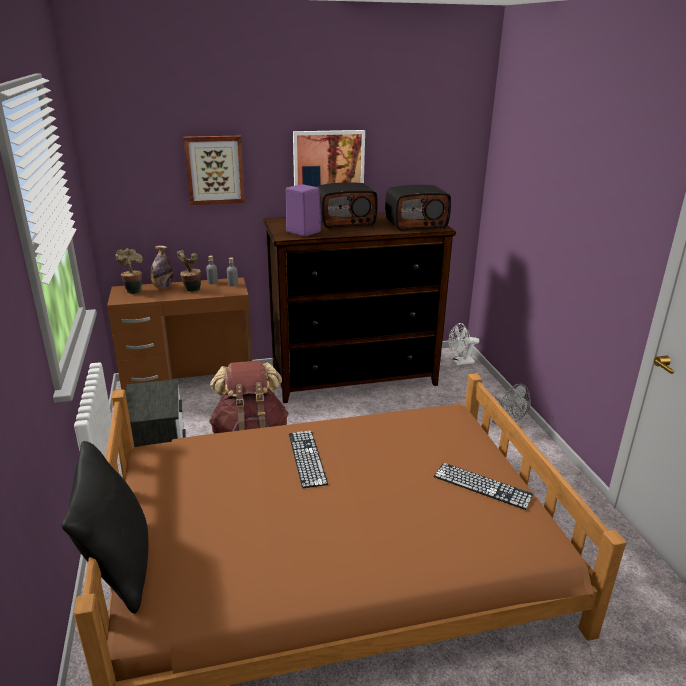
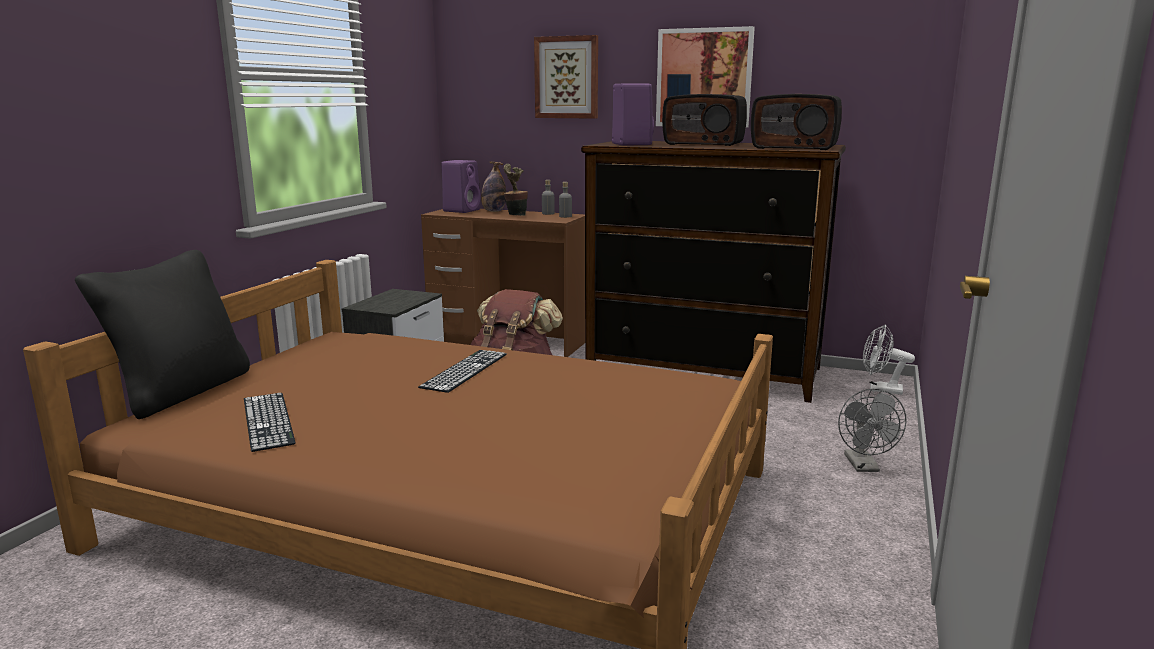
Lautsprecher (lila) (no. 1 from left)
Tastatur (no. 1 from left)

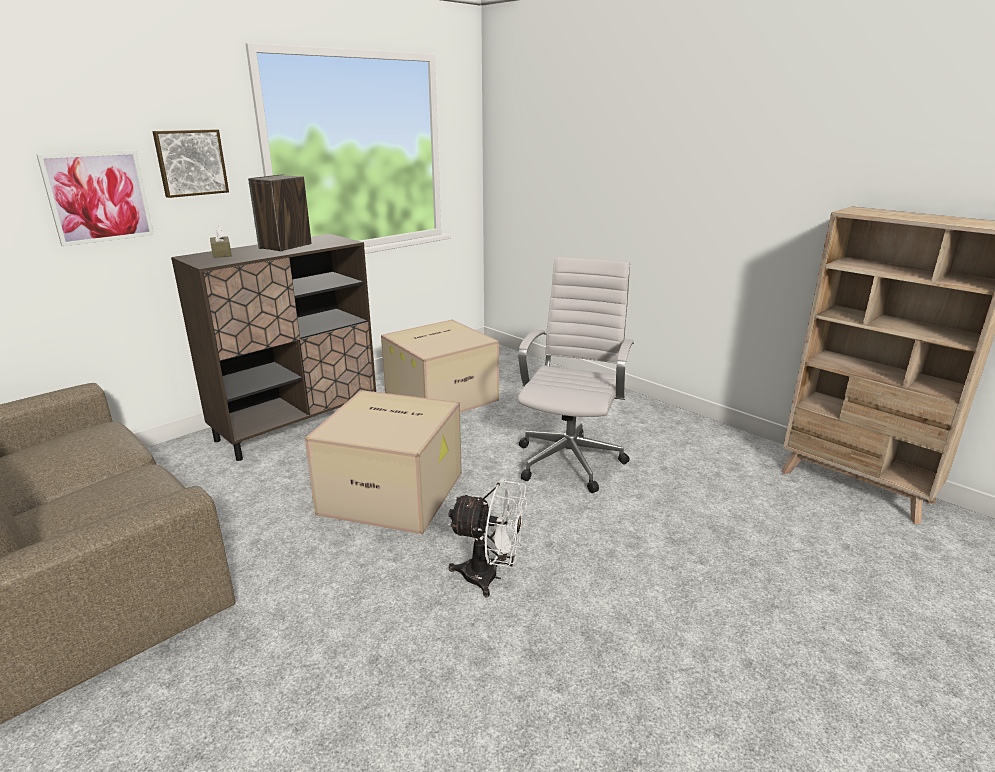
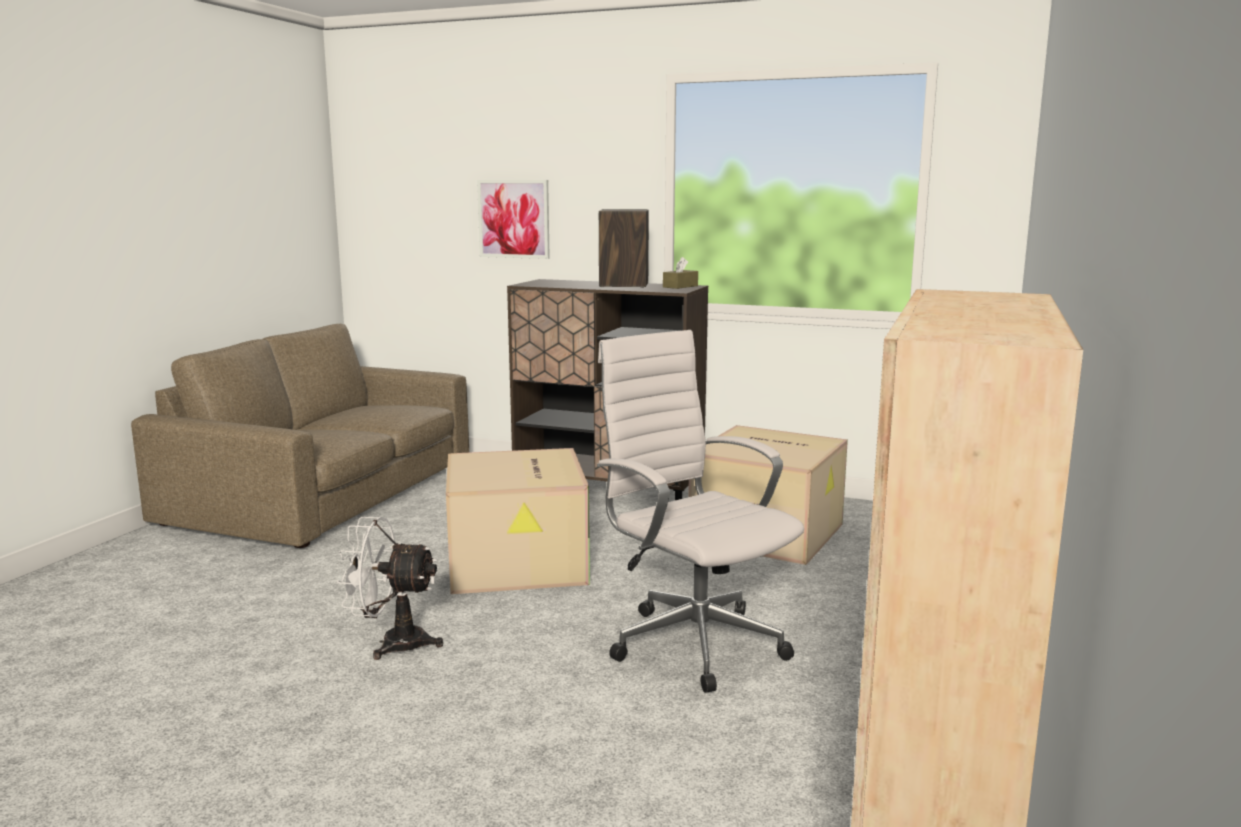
Bild (no. 2 from left in the first image)
Taschentuchbox (braun)
Ventilator (weiß)
Bürostuhl (weiß)

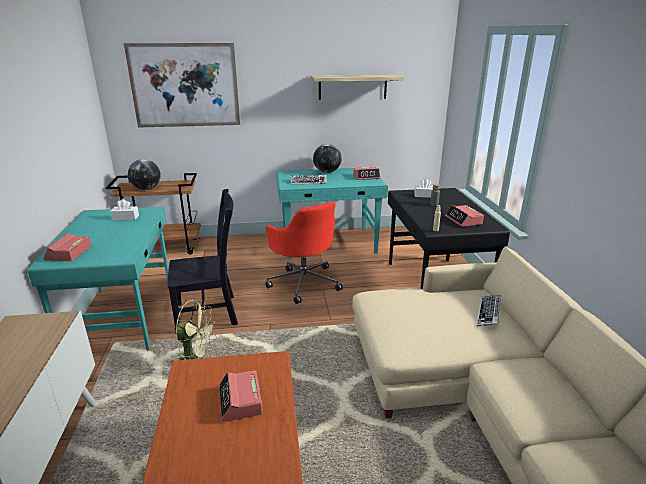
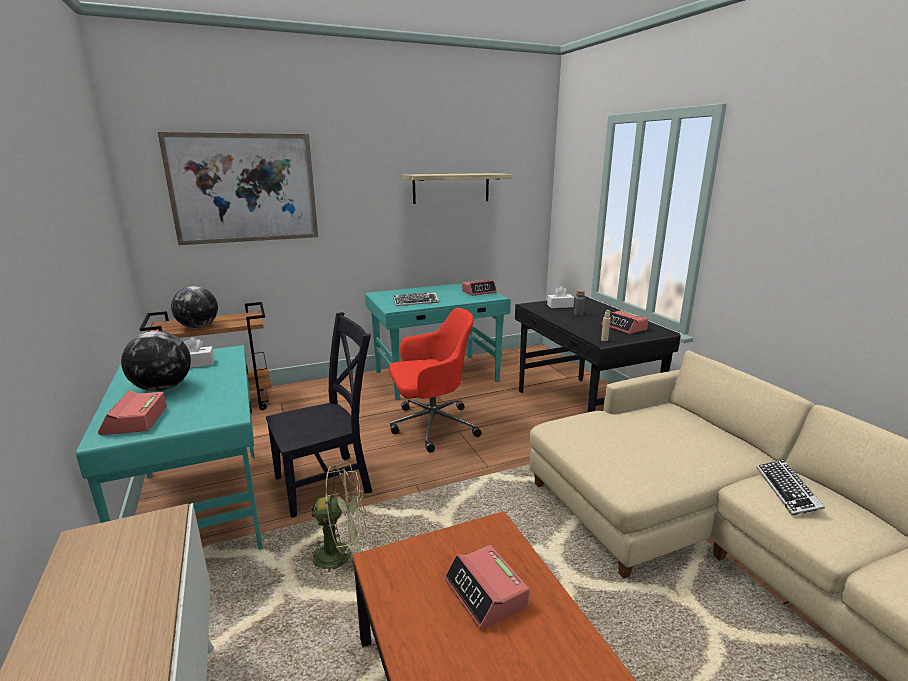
Bürostuhl (rot)
Globus (no. 1 from left)
Tastatur (no. 2 from left)

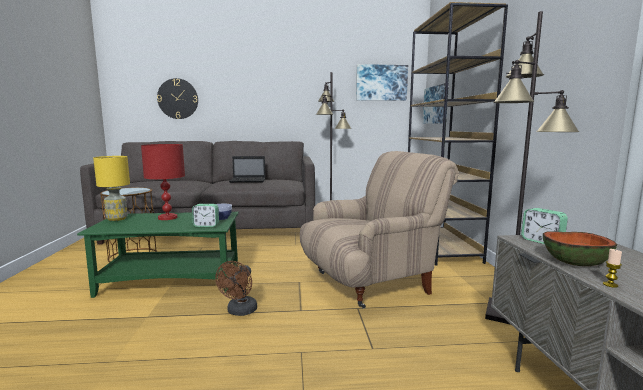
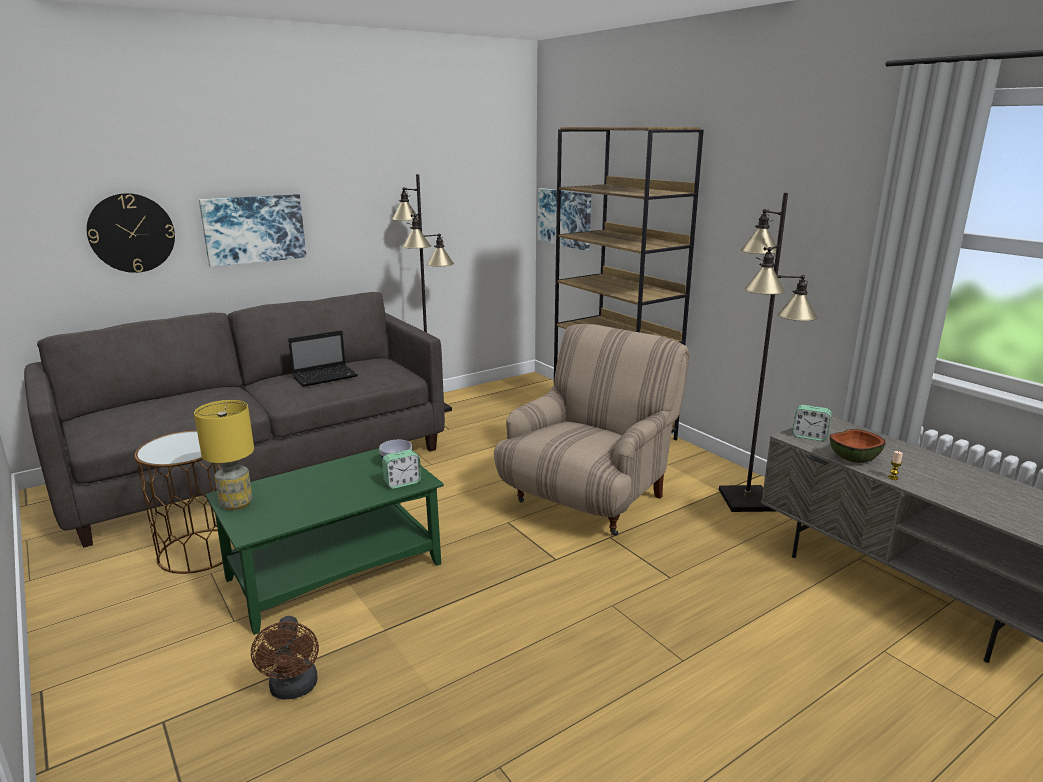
Tischlampe (rot)
Ventilator (braun)
Bild (no. 1 from left)

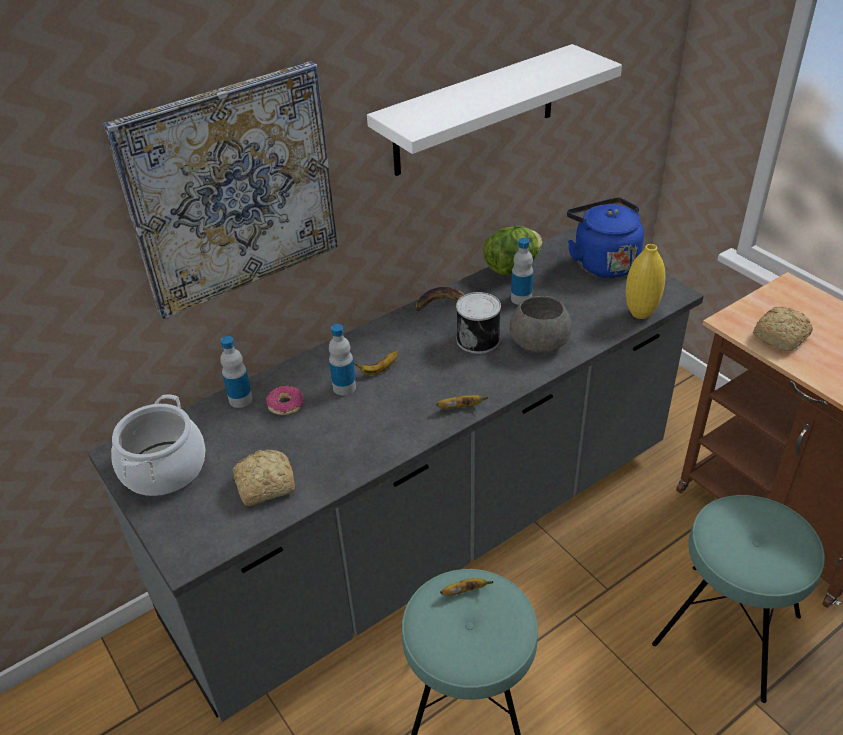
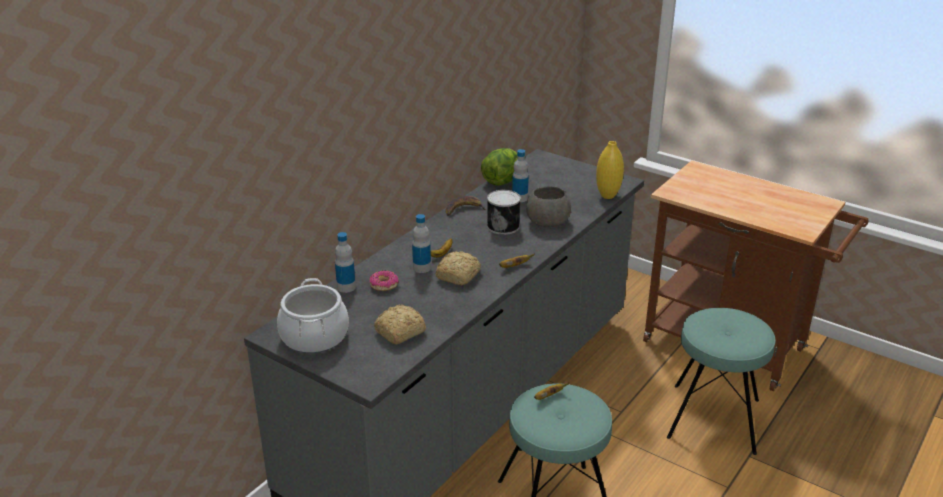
Bild
Wandregal (weiß)
Wasserkessel (blau)
Brot (no. 2 from left)

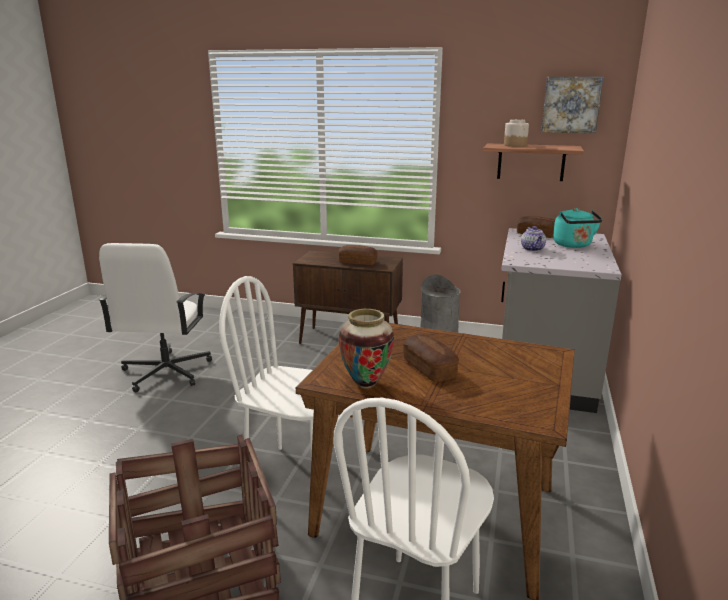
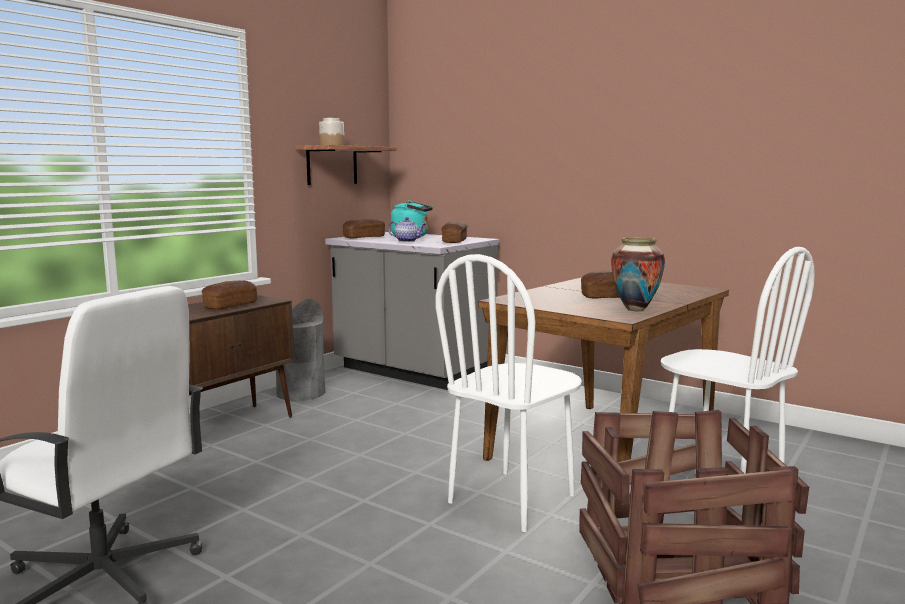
Bild
Brot (no. 3 from left)

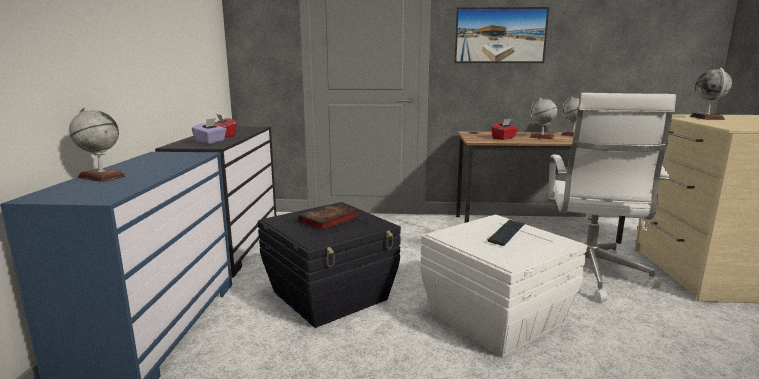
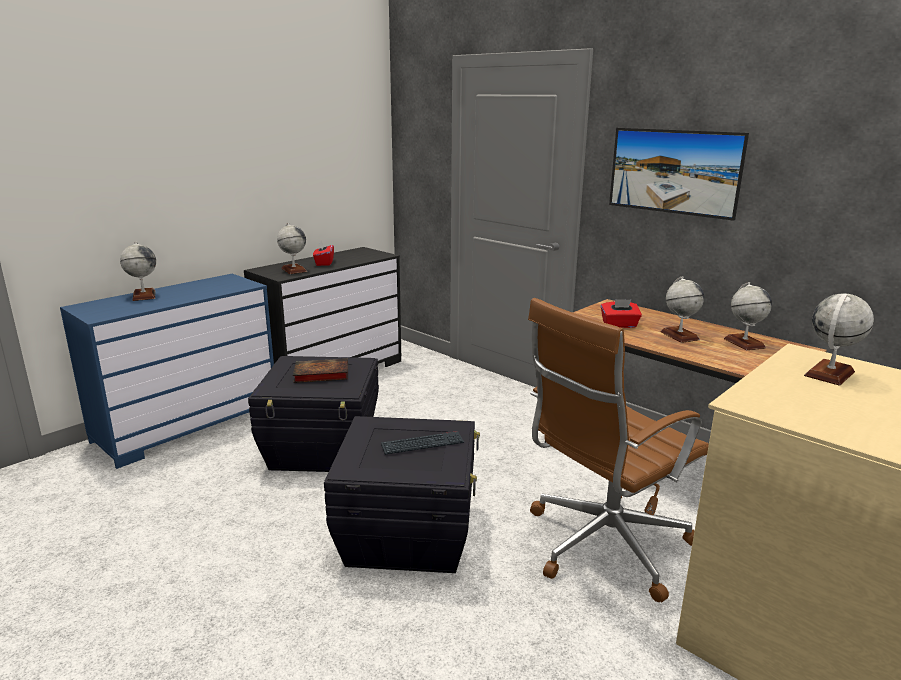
Globus (no. 2 from left)
Aufbewahrungsbox (schwarz) (no. 2 from left)
Bürostuhl (braun)

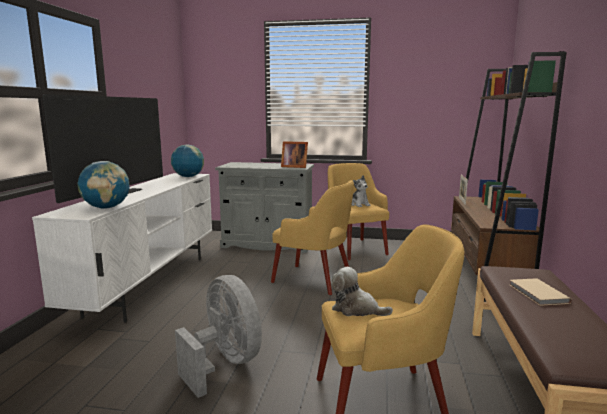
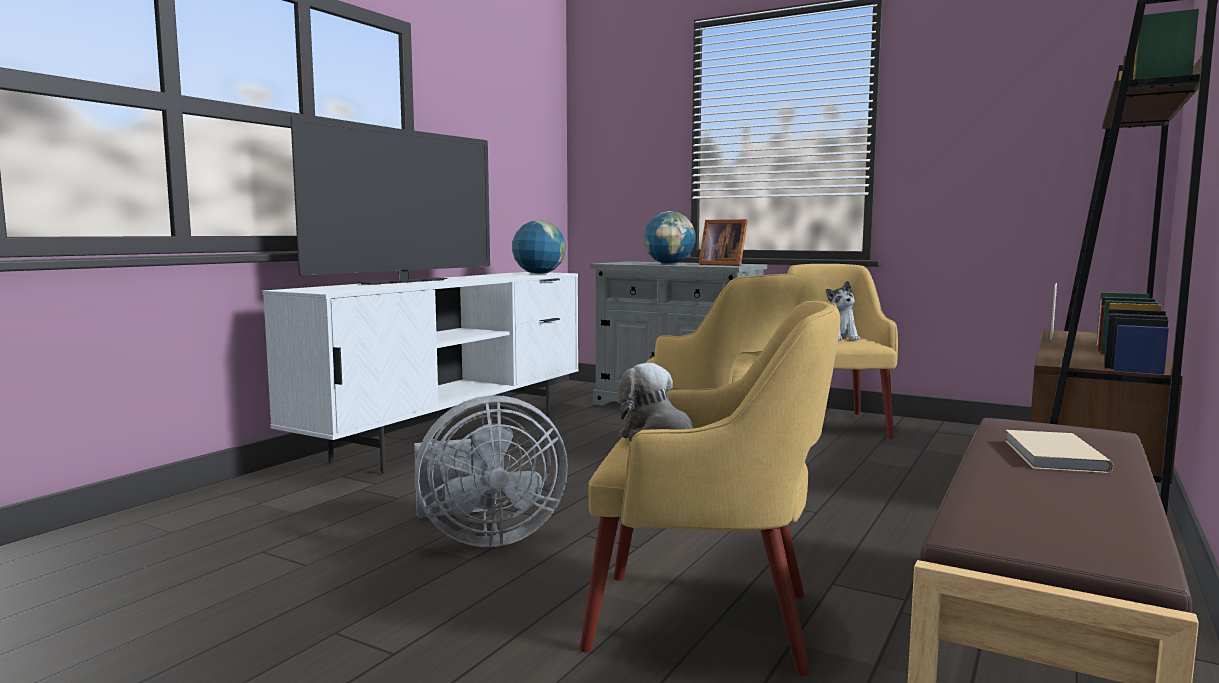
Globus (no. 2 from left)
Ventilator (grau)

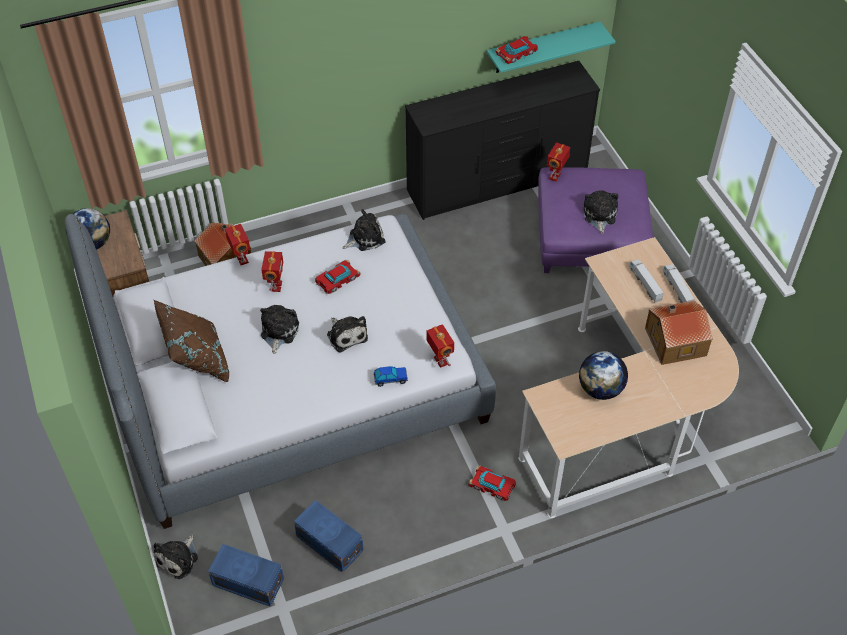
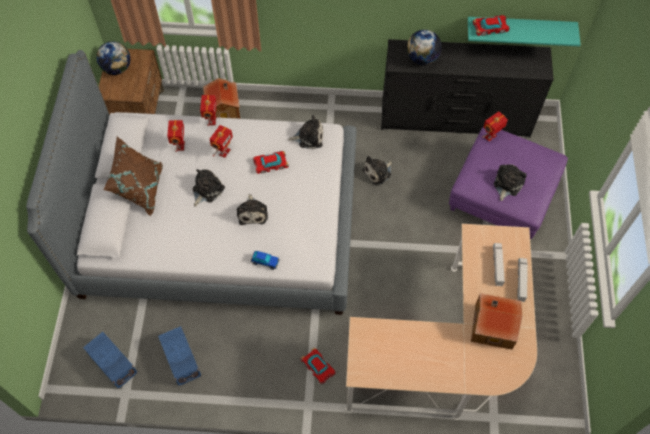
Plüschtier (no. 4 from left)
Spielzeugroboter (no. 1 from left)
Globus (no. 2 from left)

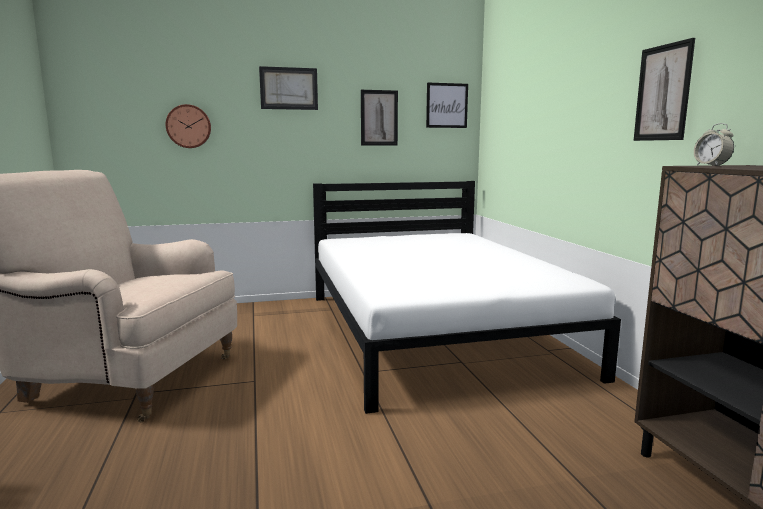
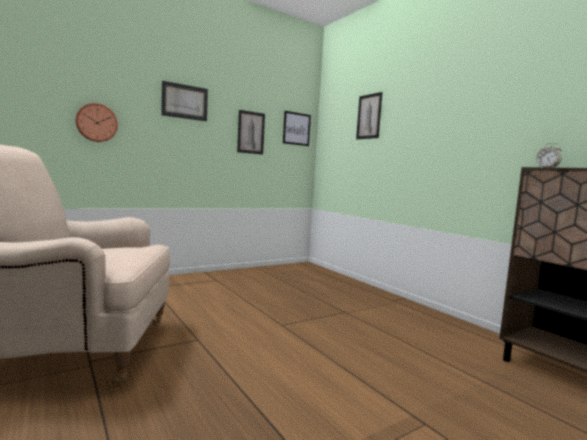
Bett (weiß)
Bild (no. 4 from left)

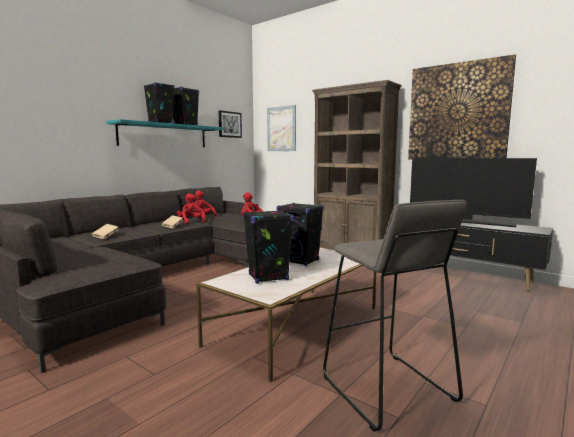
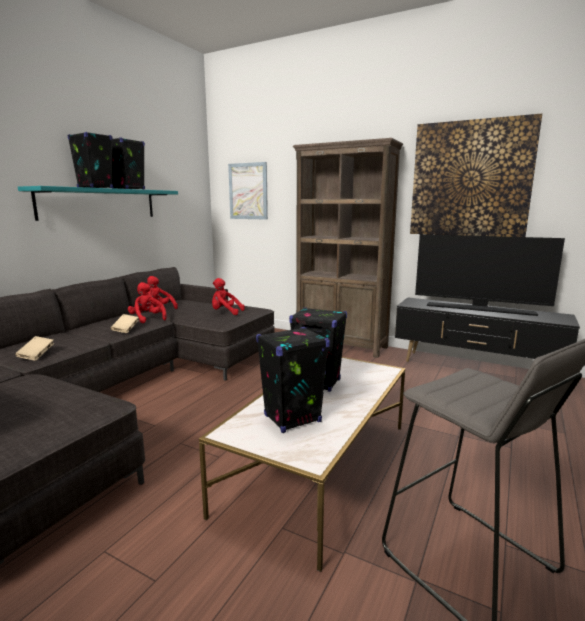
Bild (no. 1 from left in the first image)

